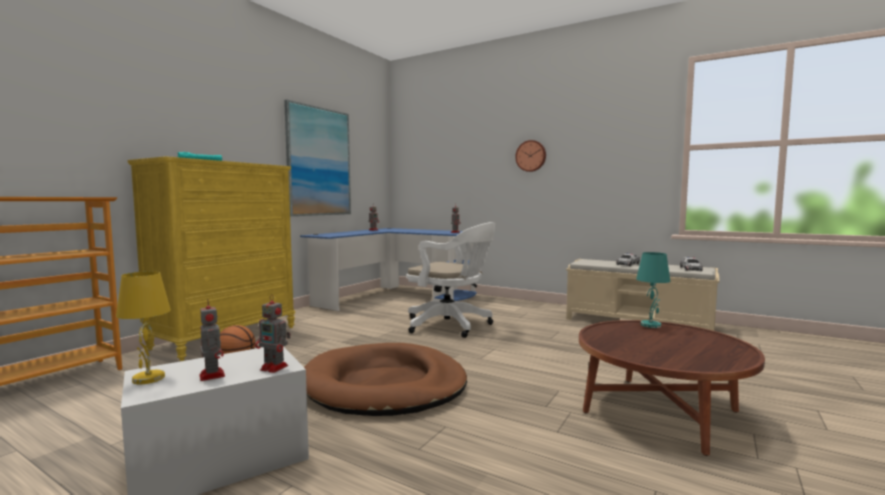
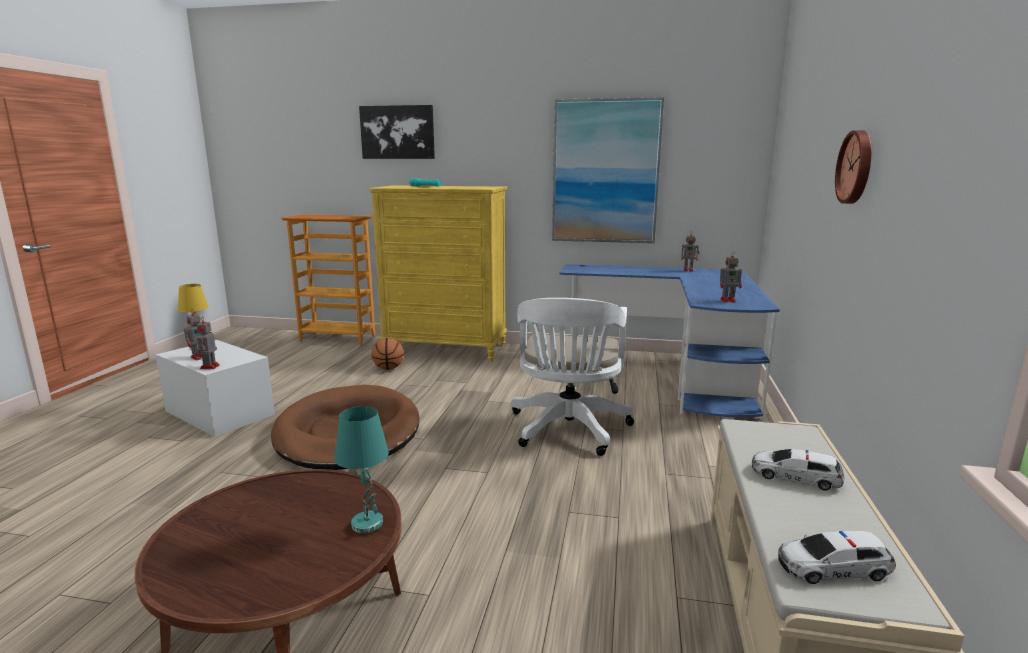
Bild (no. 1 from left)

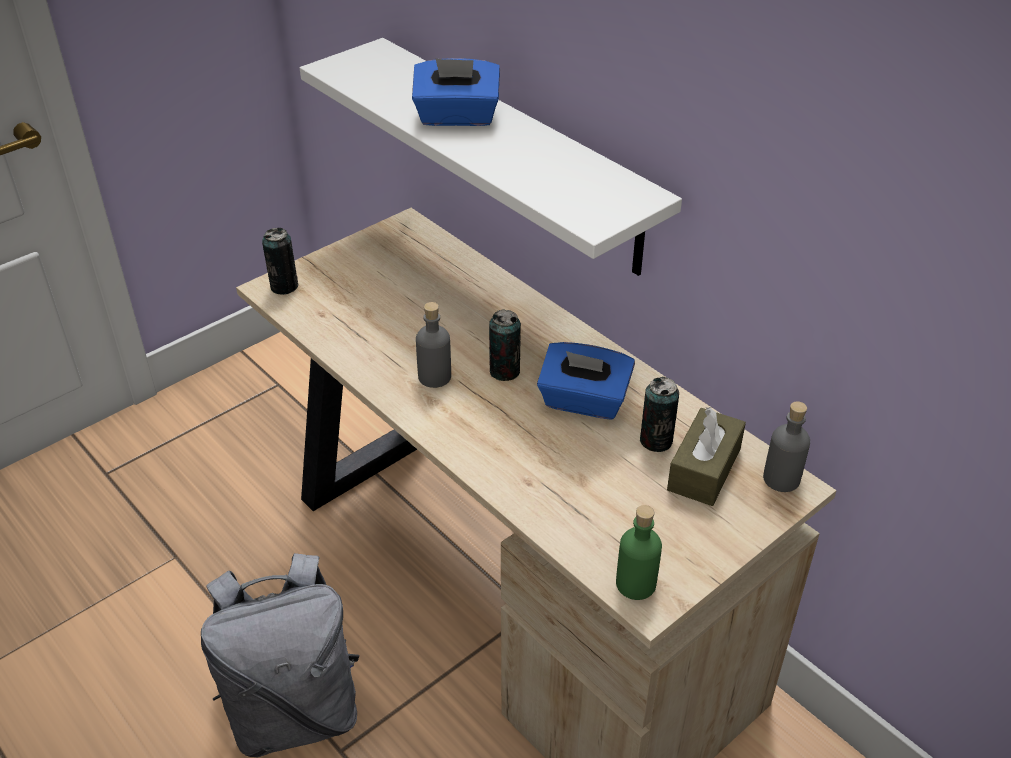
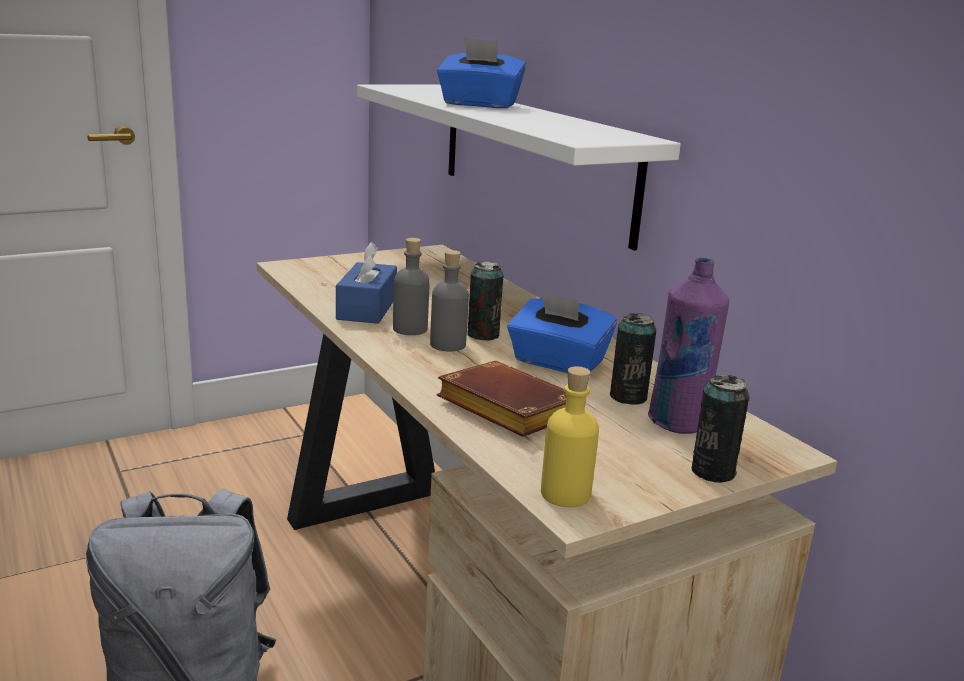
Dose (no. 3 from left)
Flasche (gelb)
Flasche (lila)
Flasche (grau) (no. 2 from left)
Taschentuchbox (blau) (no. 1 from left)
Buch (braun)

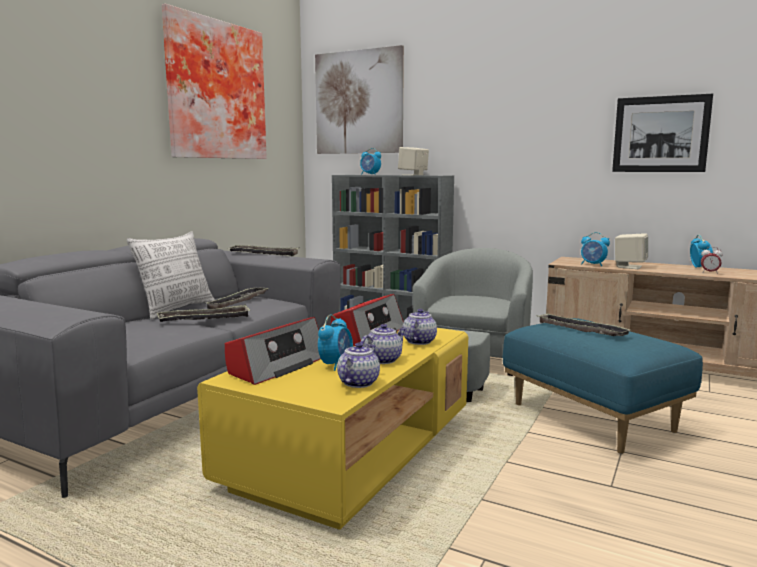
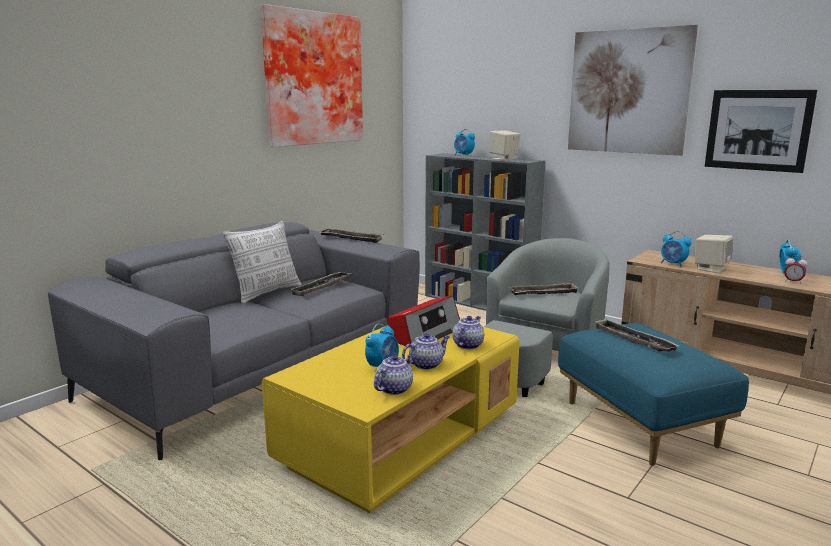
Tablett (no. 3 from left)
Radio (no. 1 from left in the first image)
Bild (no. 2 from left)

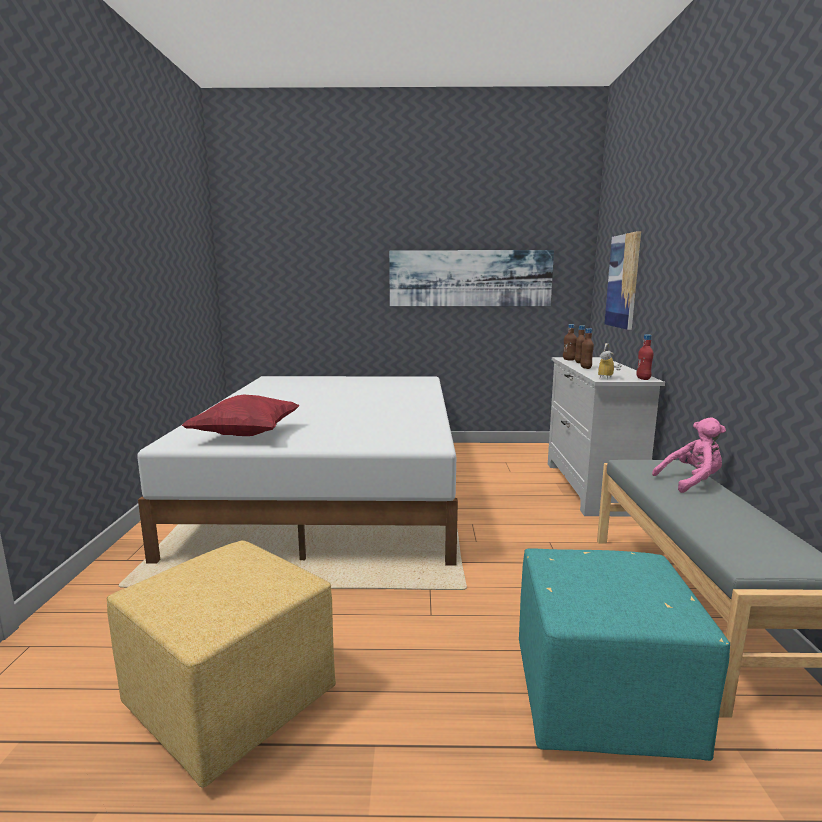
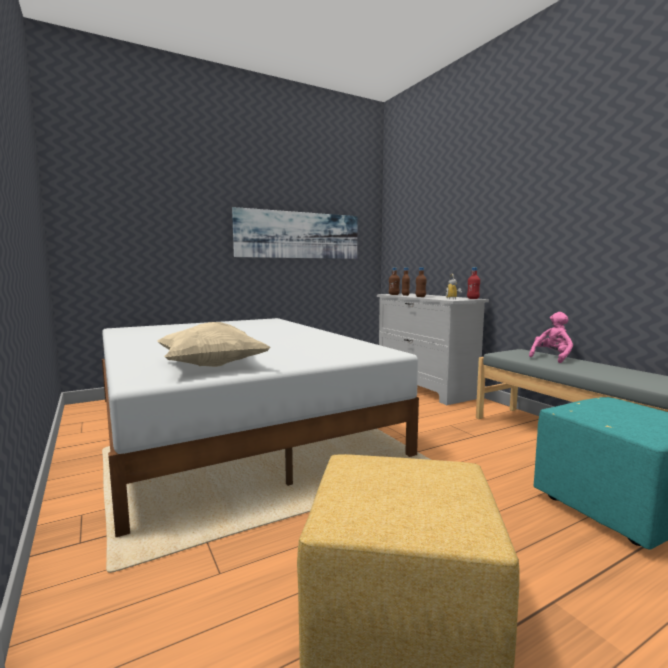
Kissen (beige)
Bild (no. 2 from left in the first image)

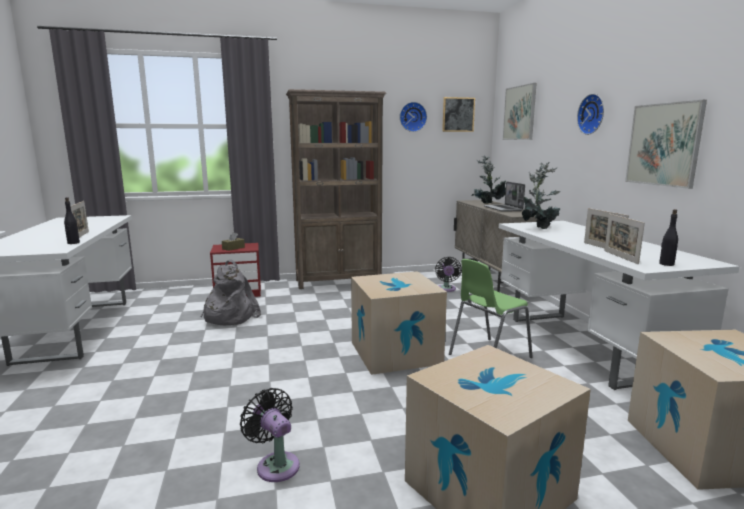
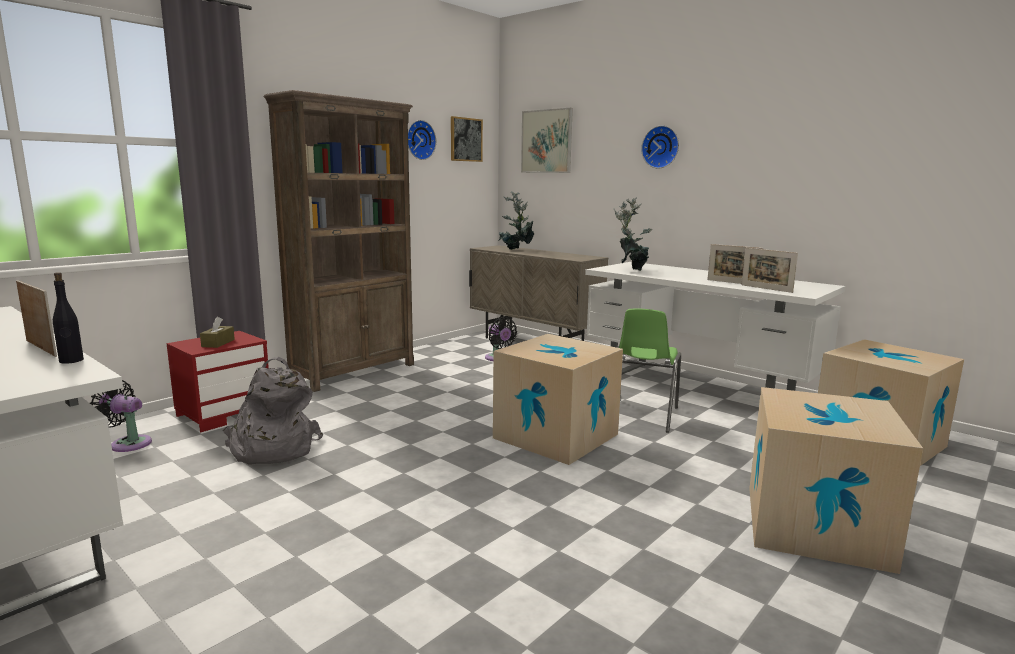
Ventilator (schwarz) (no. 1 from left)
Laptop
Bild (no. 3 from left in the first image)
Flasche (schwarz) (no. 2 from left in the first image)

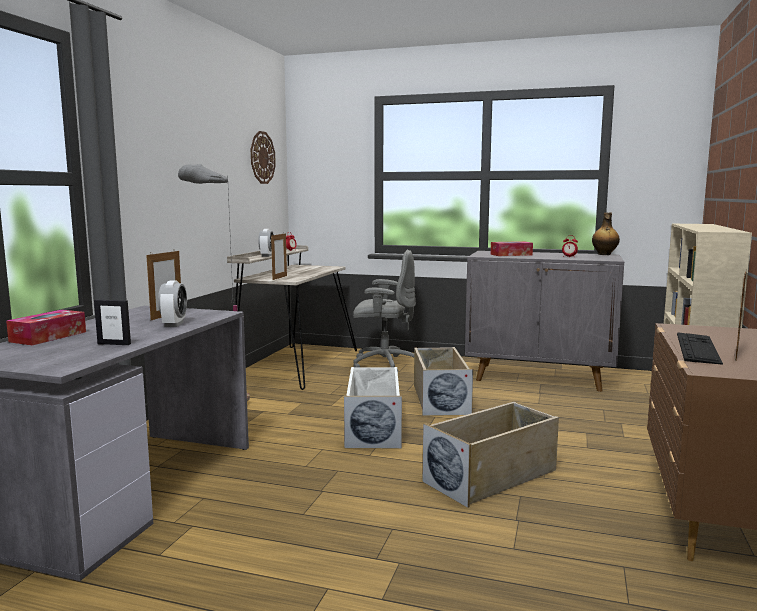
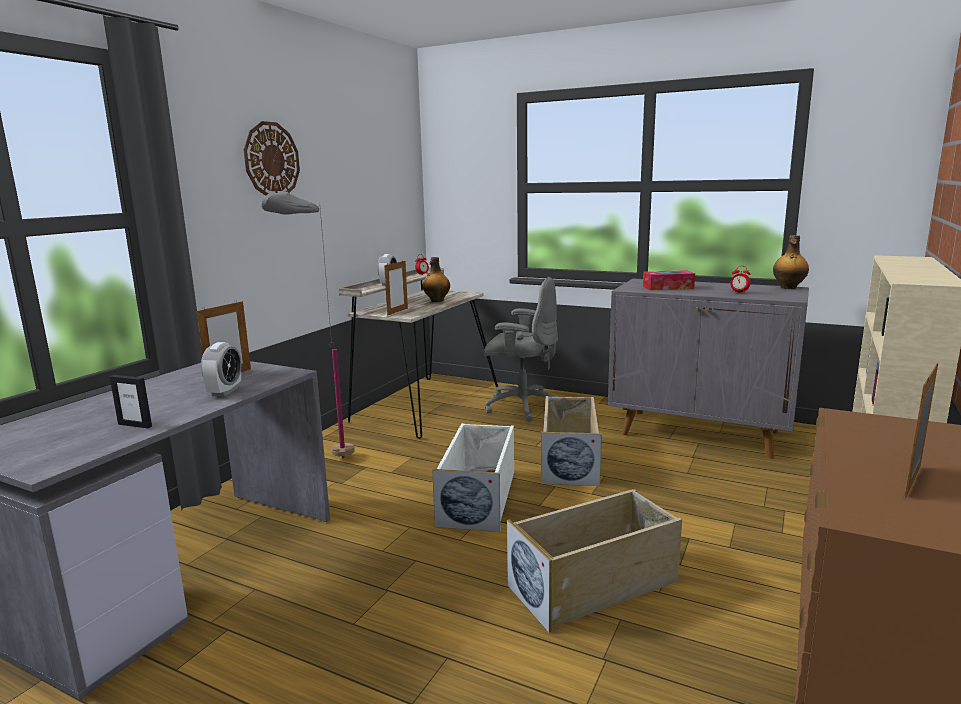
Taschentuchbox (no. 1 from left in the first image)
Wanduhr
Tastatur
Flasche (no. 1 from left)

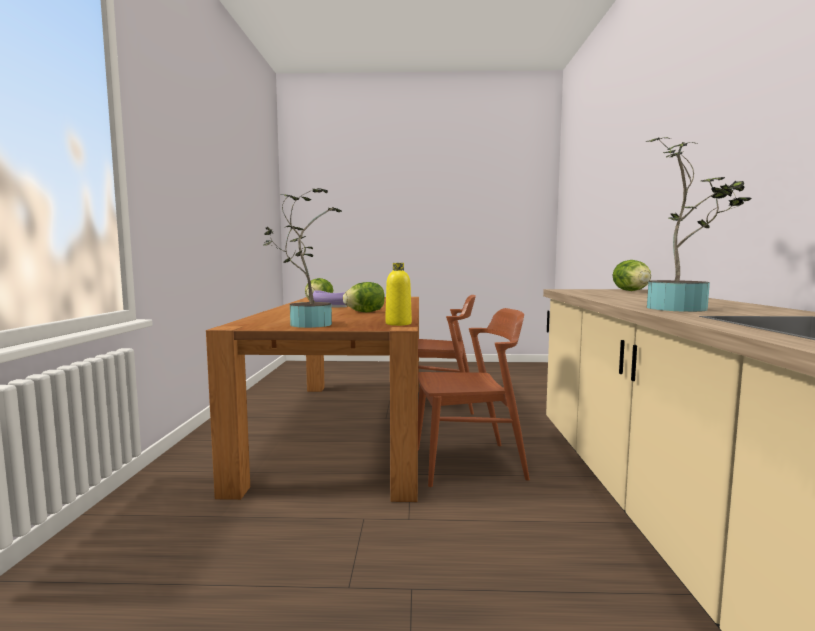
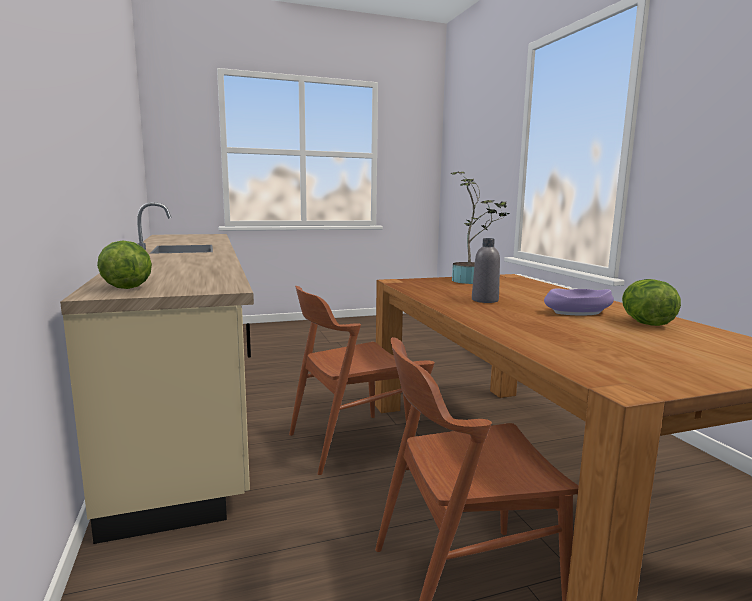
Flasche (grau)
Flasche (gelb)
Topfpflanze (no. 2 from left in the first image)

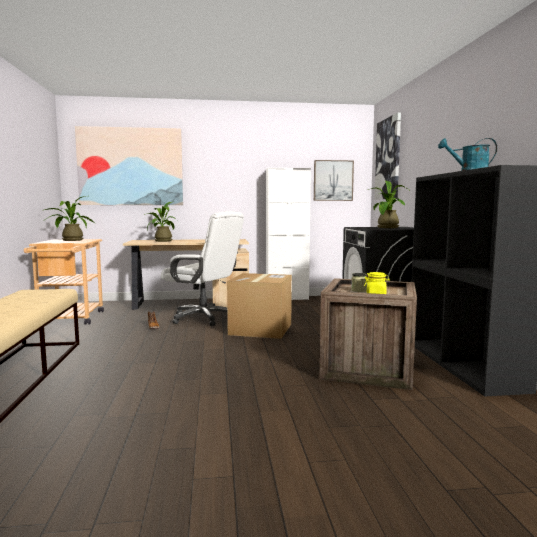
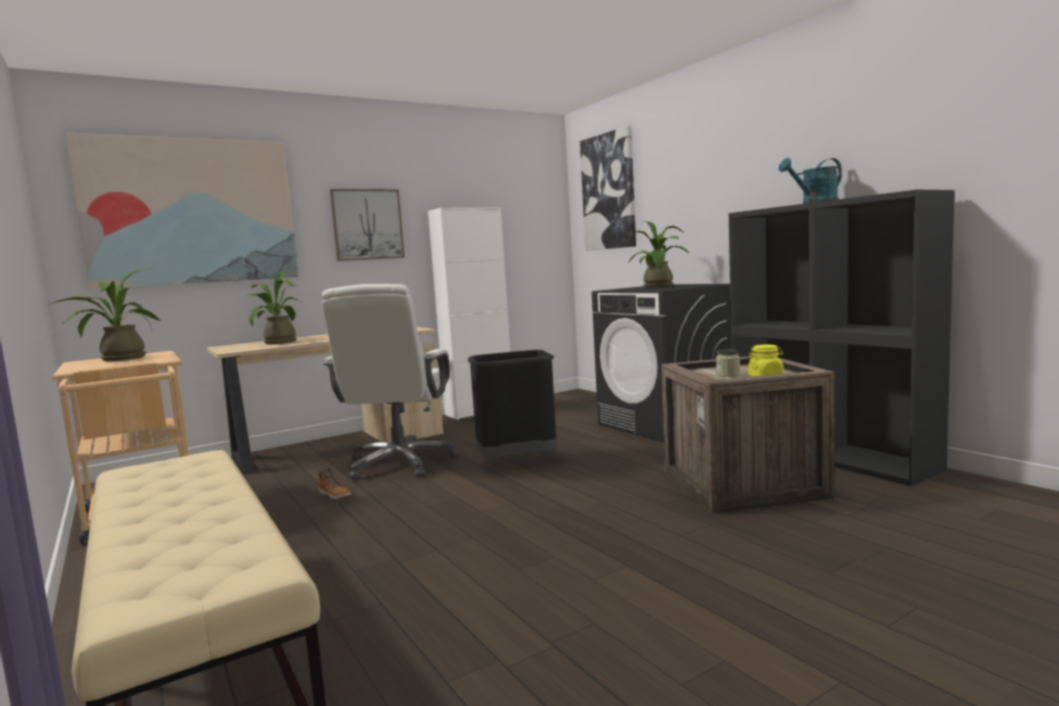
Bürostuhl (weiß)
Mülleimer (schwarz)
Bild (no. 2 from left)

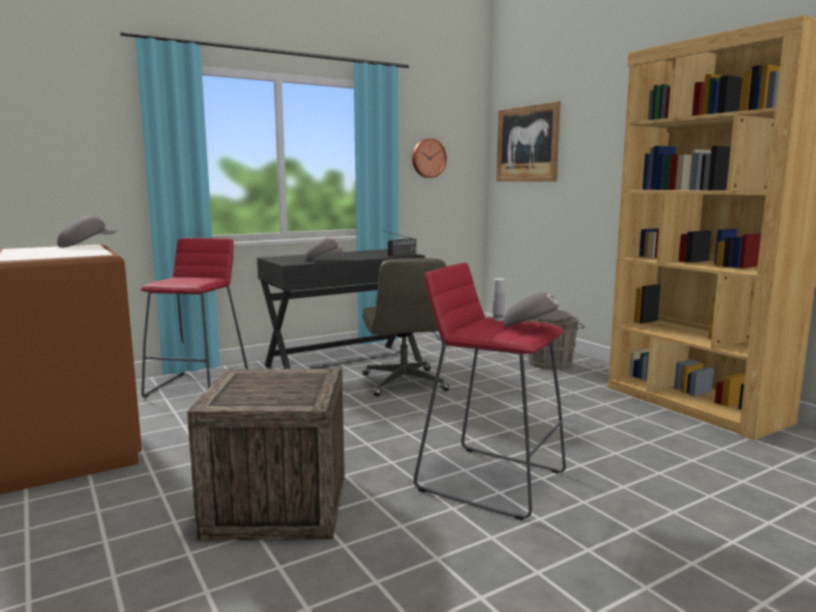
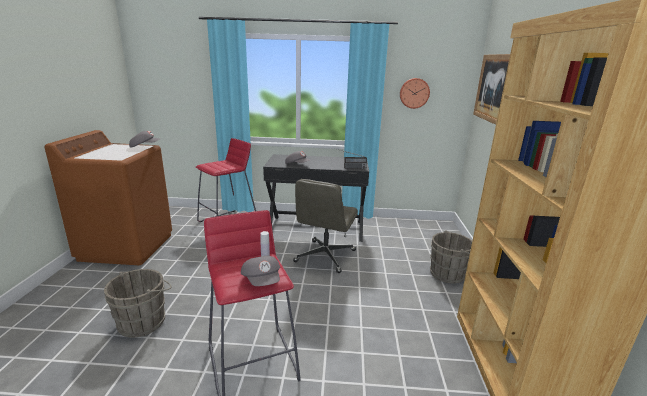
Eimer (grau) (no. 1 from left)

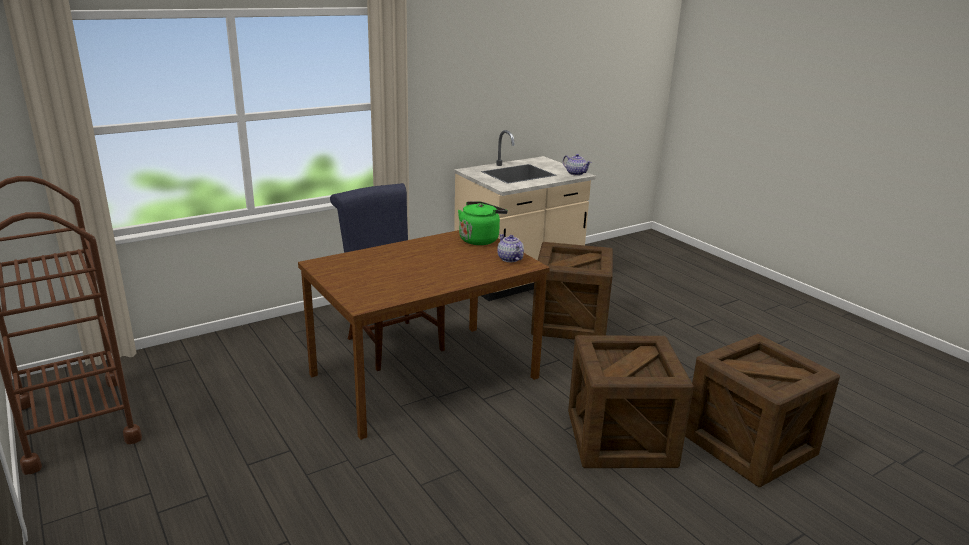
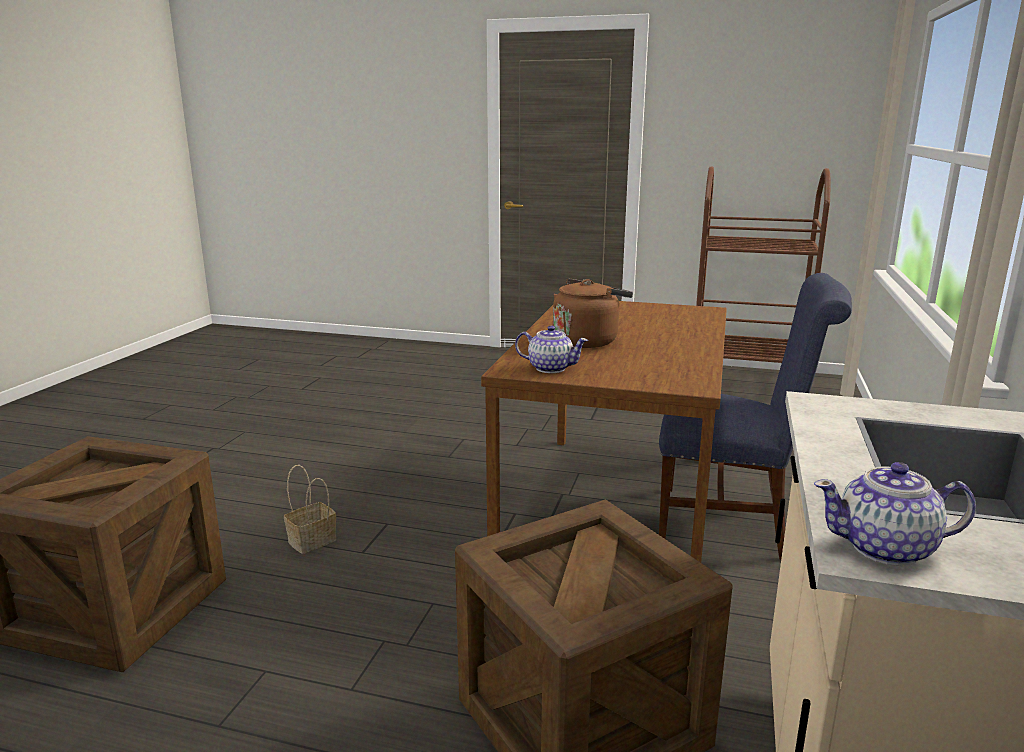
Wasserkessel (grün)
Korb
Wasserkessel (braun)

